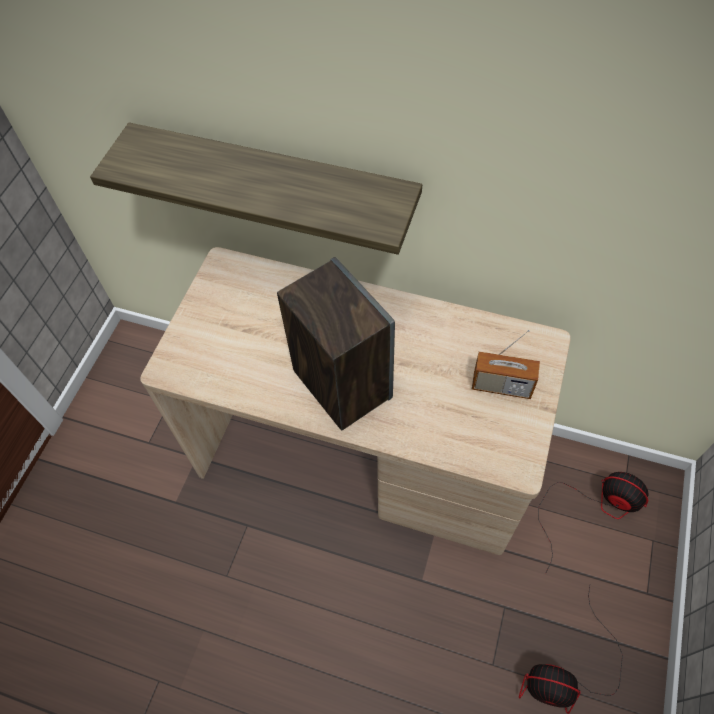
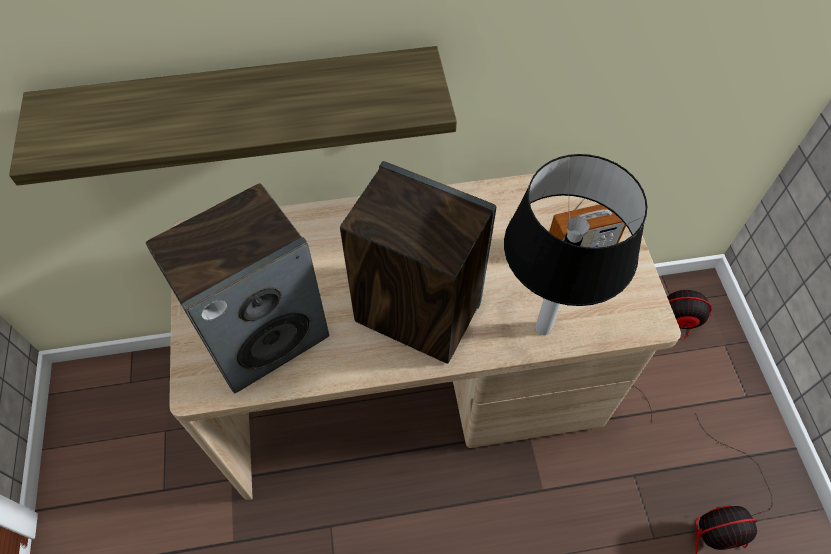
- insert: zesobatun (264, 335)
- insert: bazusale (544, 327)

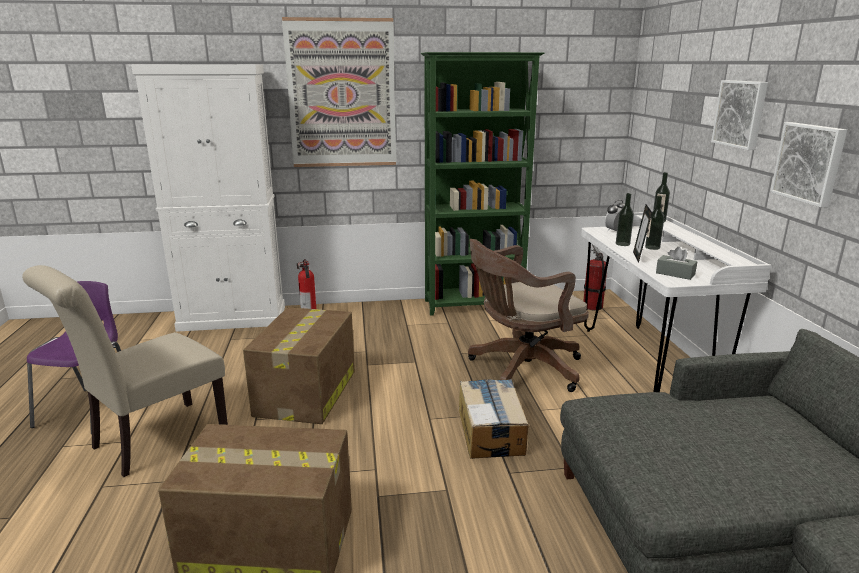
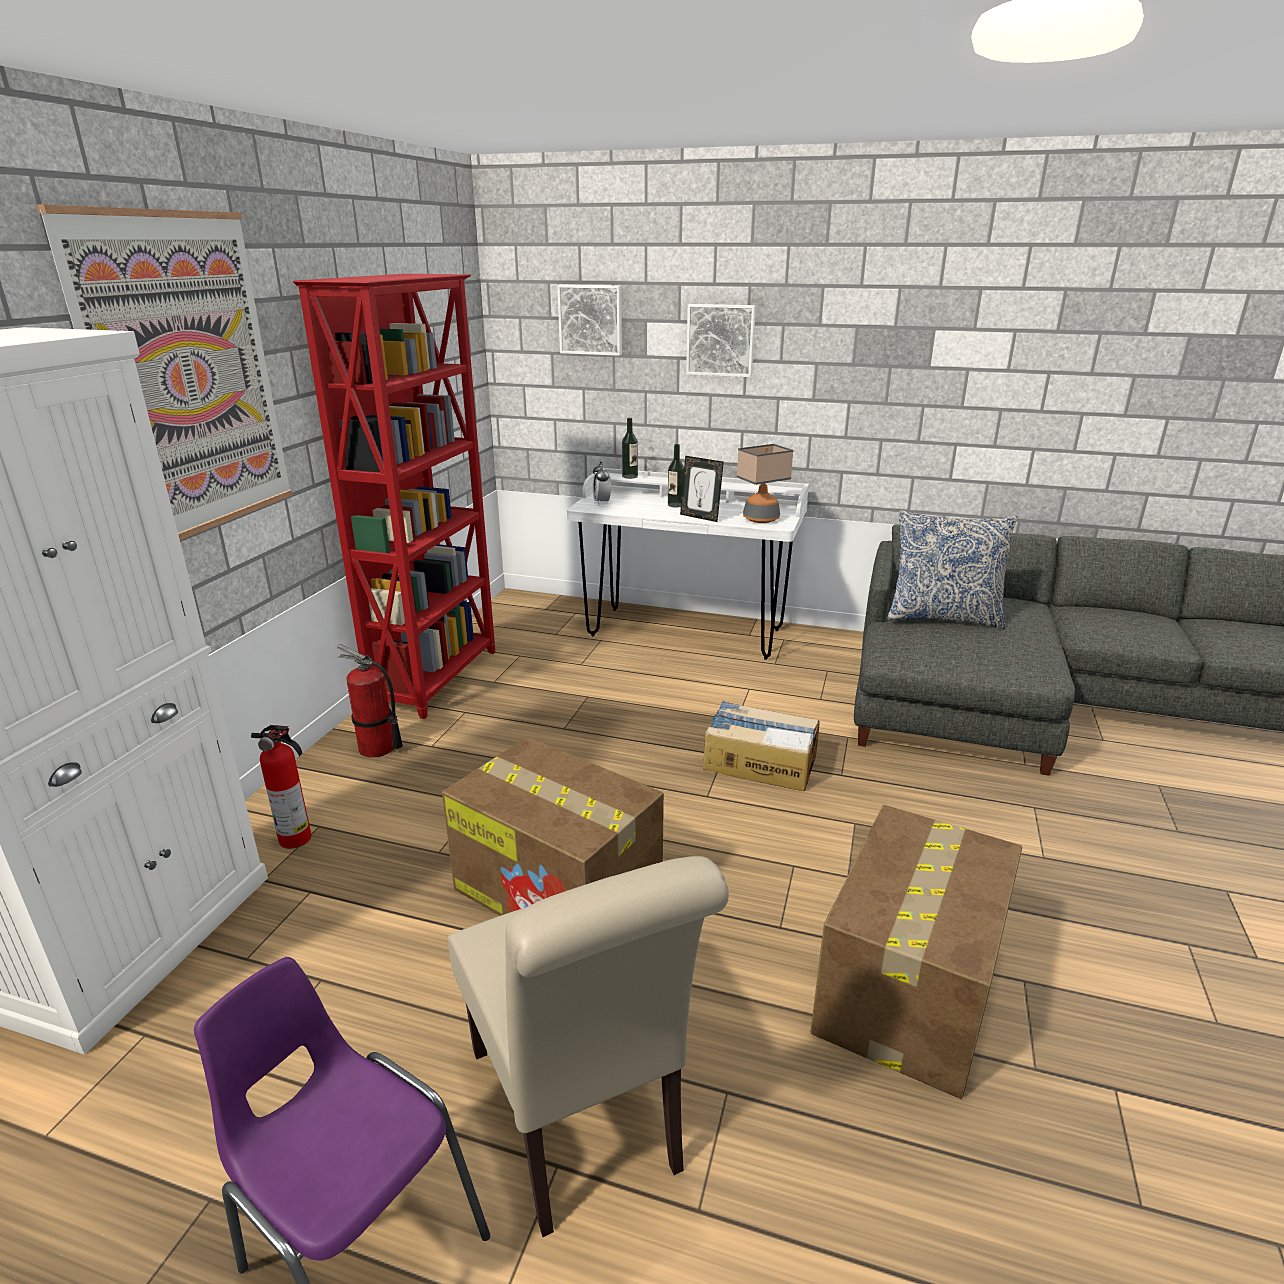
- delete: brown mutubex (521, 369)
- delete: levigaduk (622, 244)
- insert: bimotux (943, 617)
- move: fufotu (592, 307) to (377, 748)
- move: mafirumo (810, 163) to (591, 319)
- replace: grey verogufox (675, 274) to bazusale (761, 519)
- recolor: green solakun (474, 306) to red solakun (437, 678)

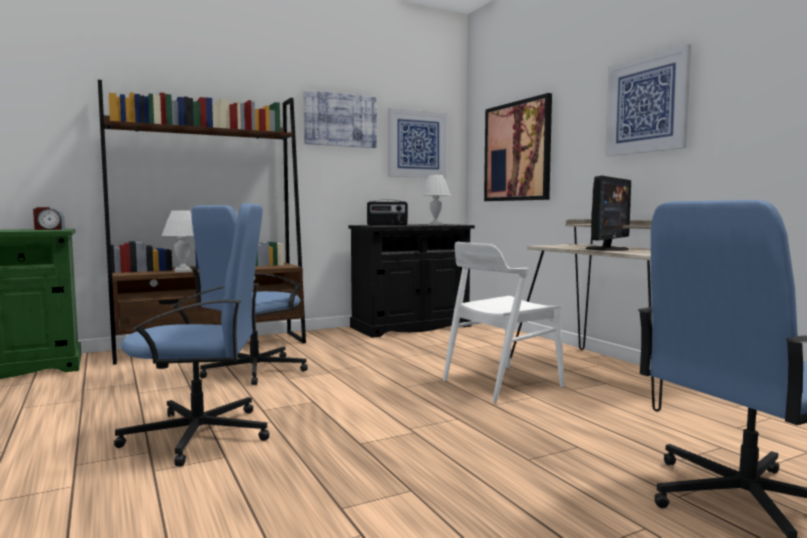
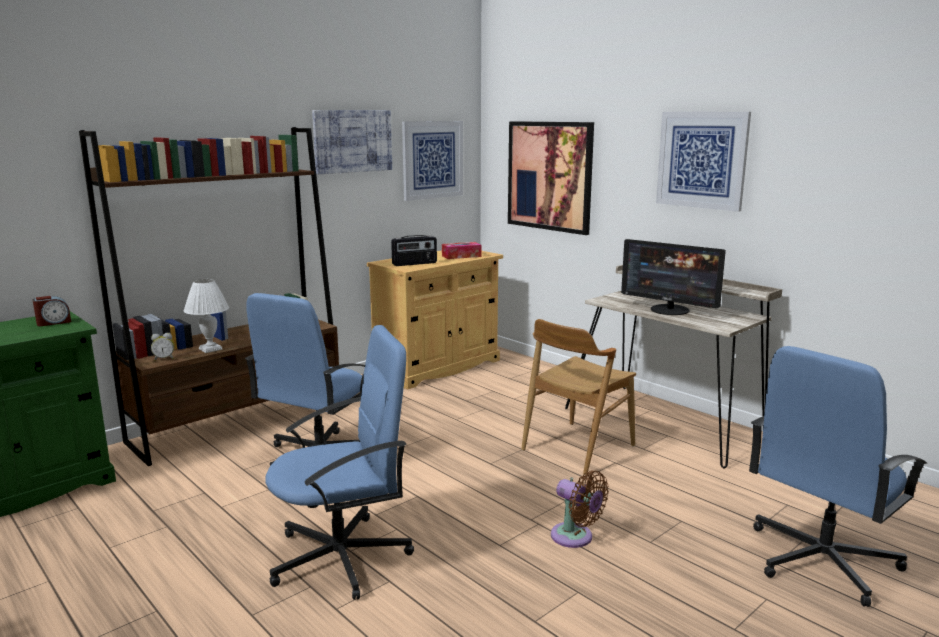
- insert: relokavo (164, 359)
- insert: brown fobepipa (575, 538)
- replace: white bazusale (435, 224) to verogufox (461, 256)
- recolor: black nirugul (411, 327) to beige nirugul (437, 367)
- recolor: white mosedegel (501, 383) to brown mosedegel (577, 447)
- rotate: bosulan (608, 249) = (669, 310) 105 degrees clockwise

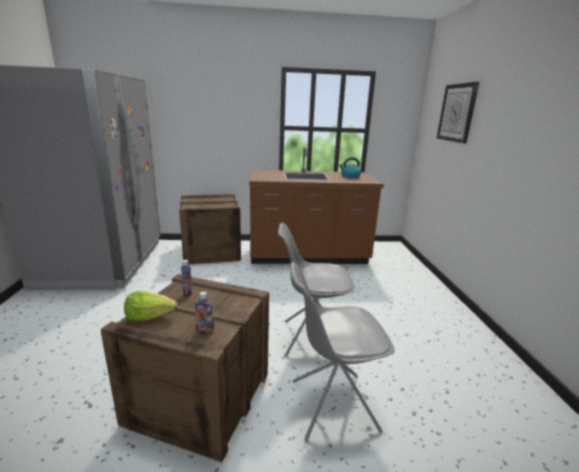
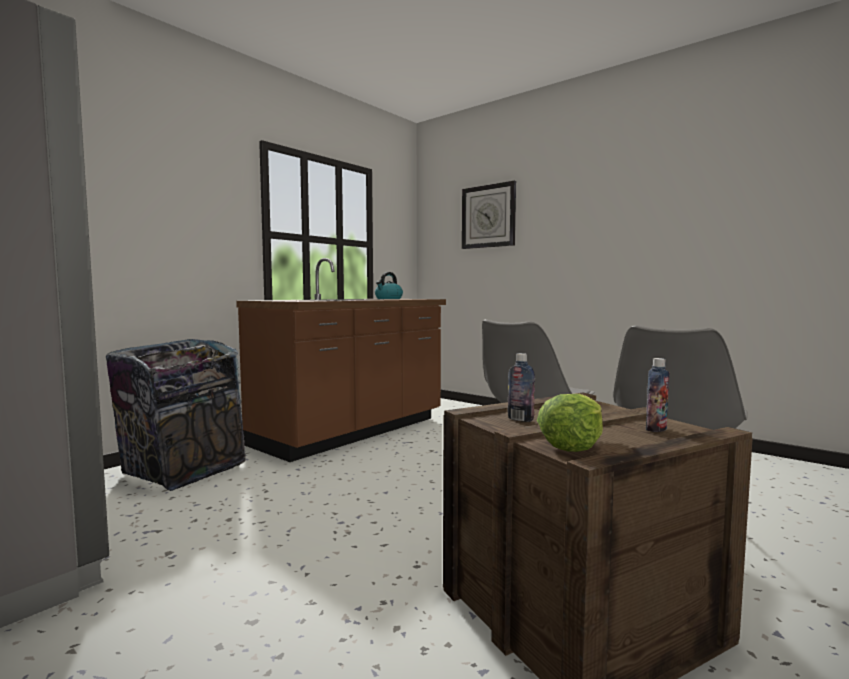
- replace: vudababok (211, 251) to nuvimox (182, 471)

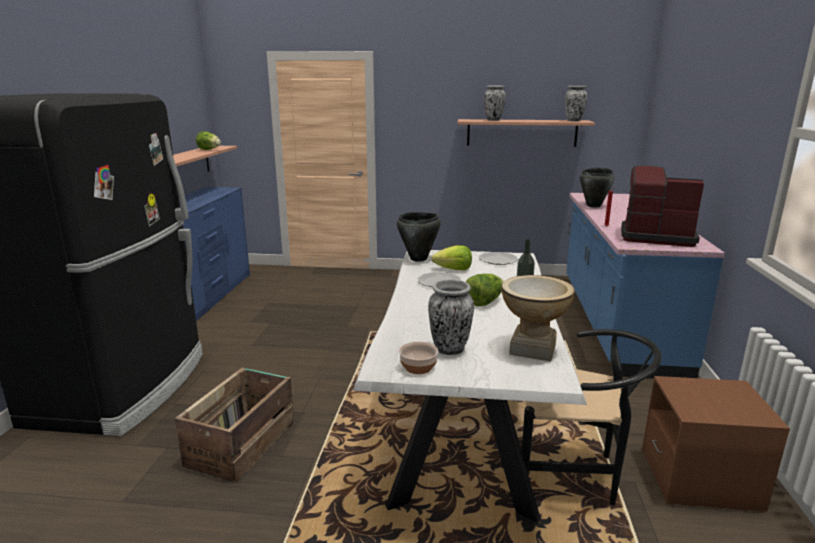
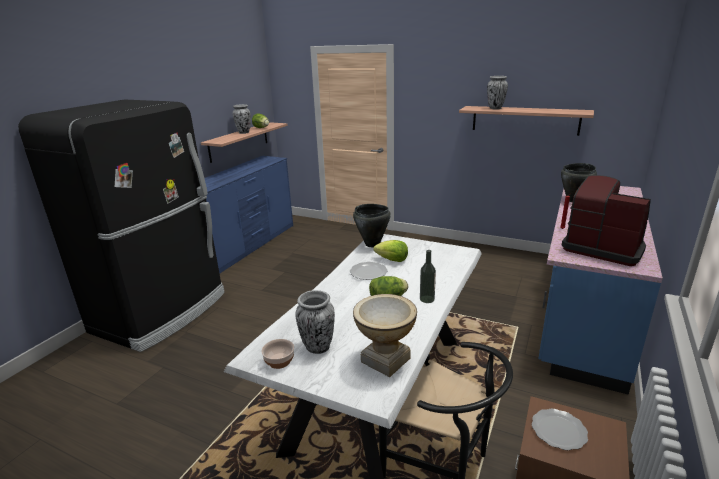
- delete: vudababok (243, 443)
- move: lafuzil (498, 260) to (559, 431)
- move: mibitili (574, 121) to (244, 132)

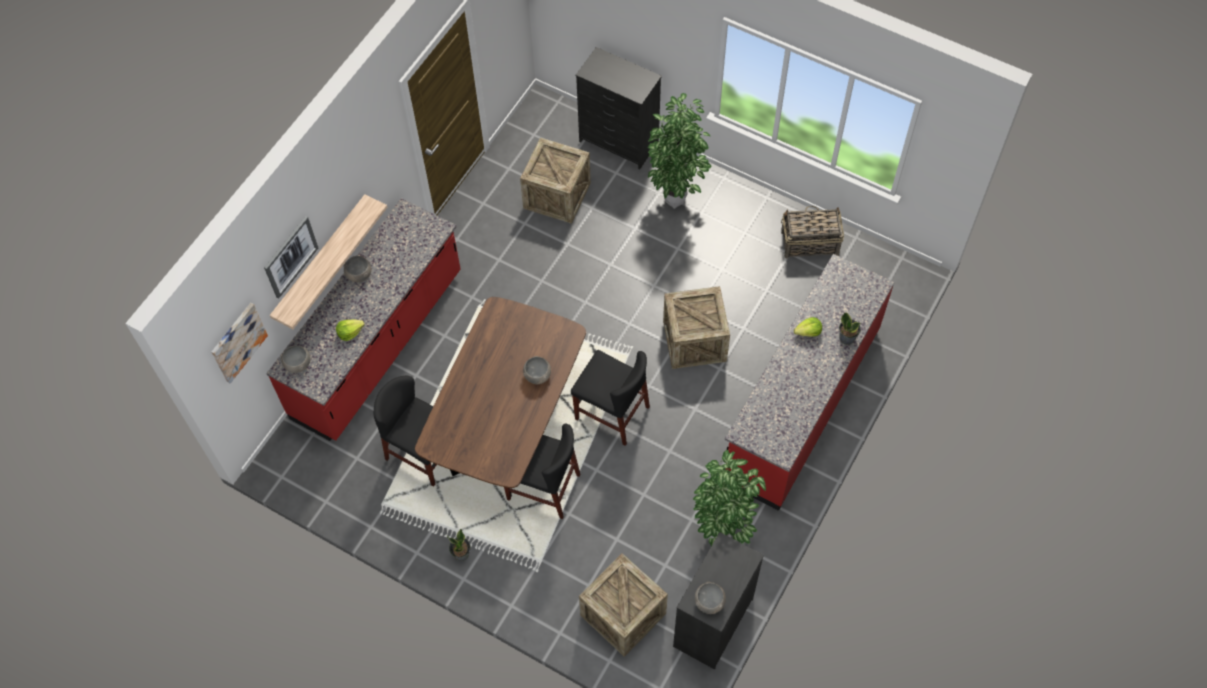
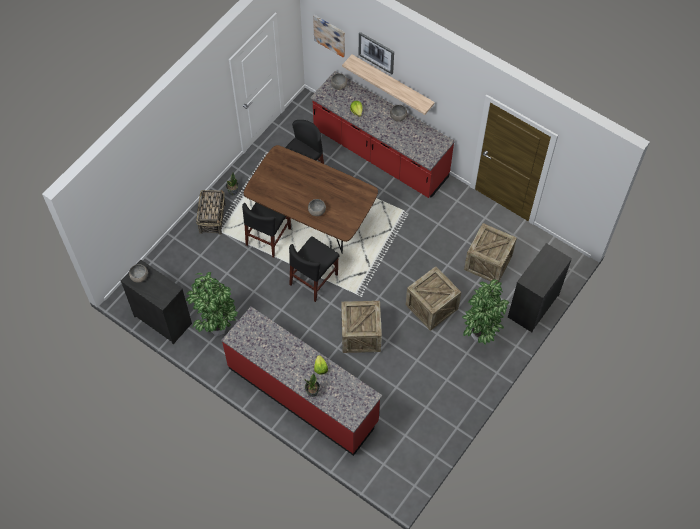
- move: vudababok (623, 614) to (431, 307)
- move: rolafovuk (809, 243) to (212, 218)

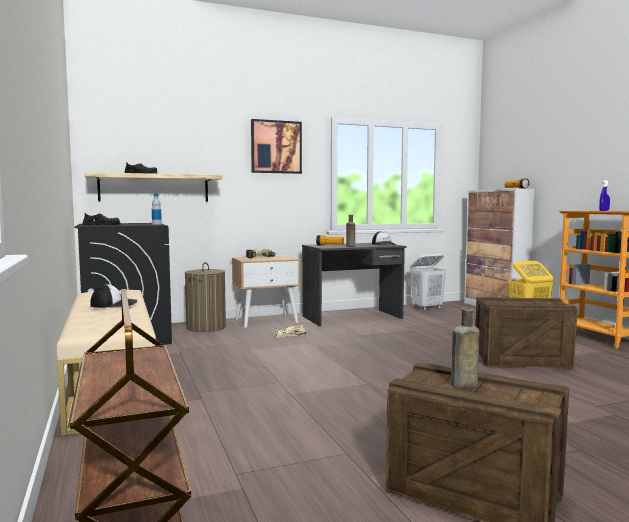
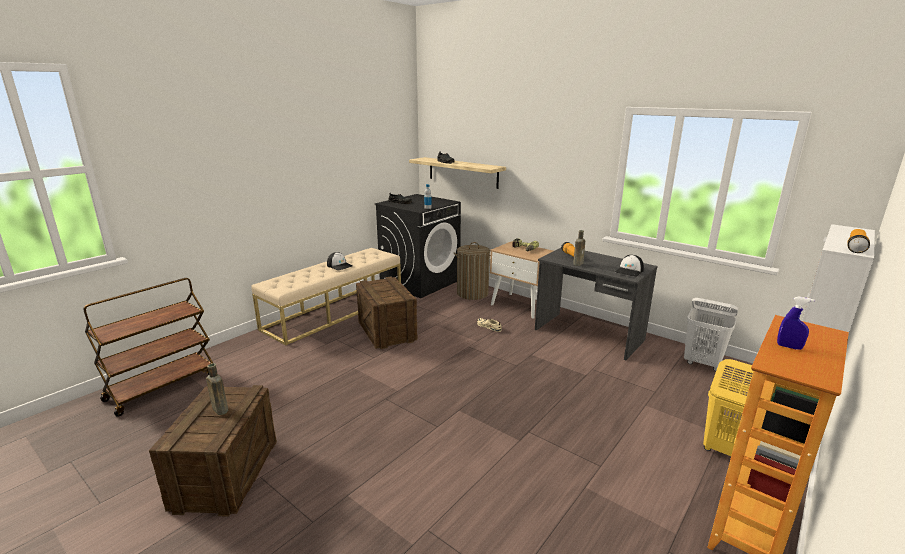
- delete: mafirumo (276, 147)
- move: vudababok (521, 360) to (386, 331)

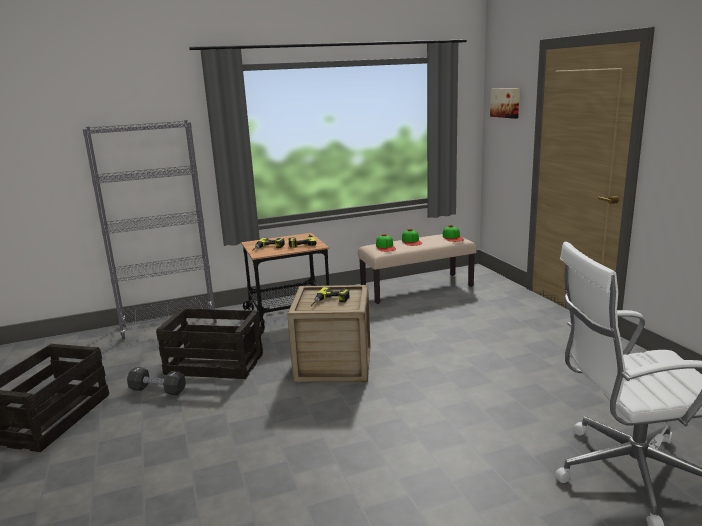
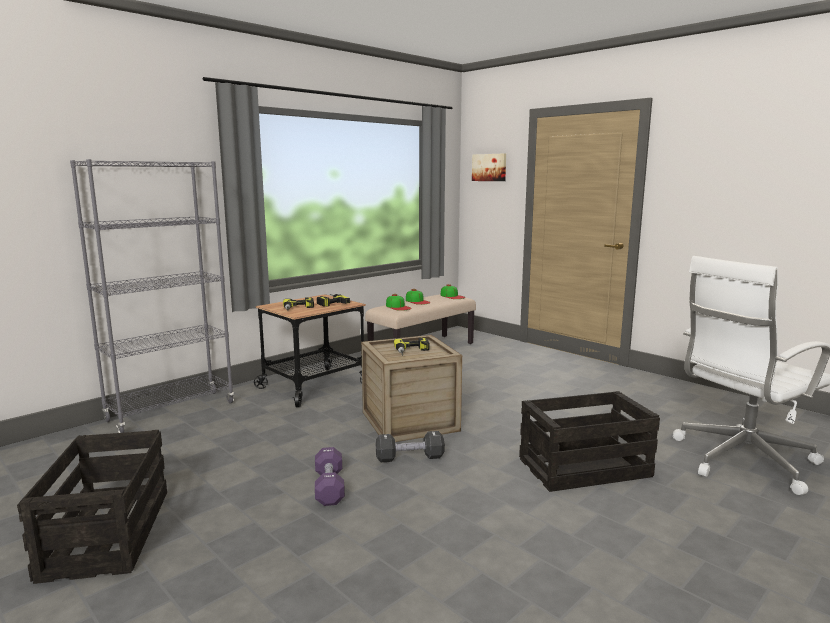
- insert: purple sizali (329, 487)
- move: black sizali (157, 390) to (409, 458)
- move: vudababok (215, 364) to (585, 467)

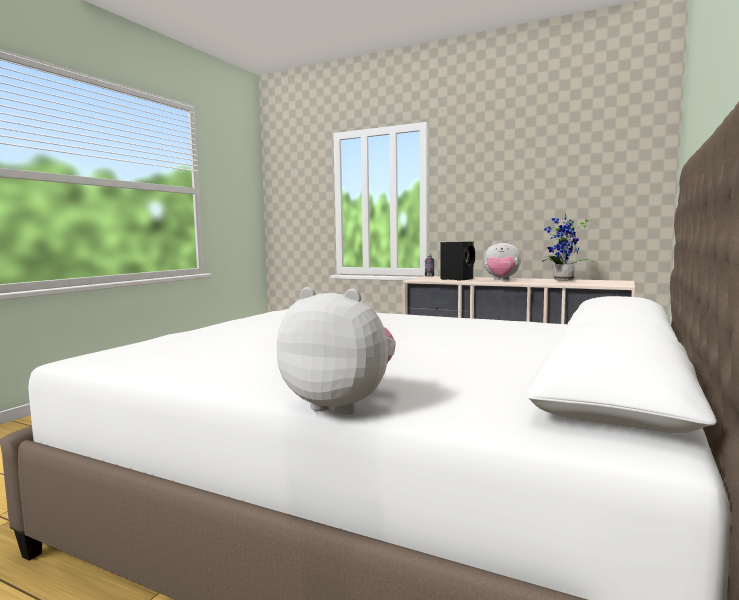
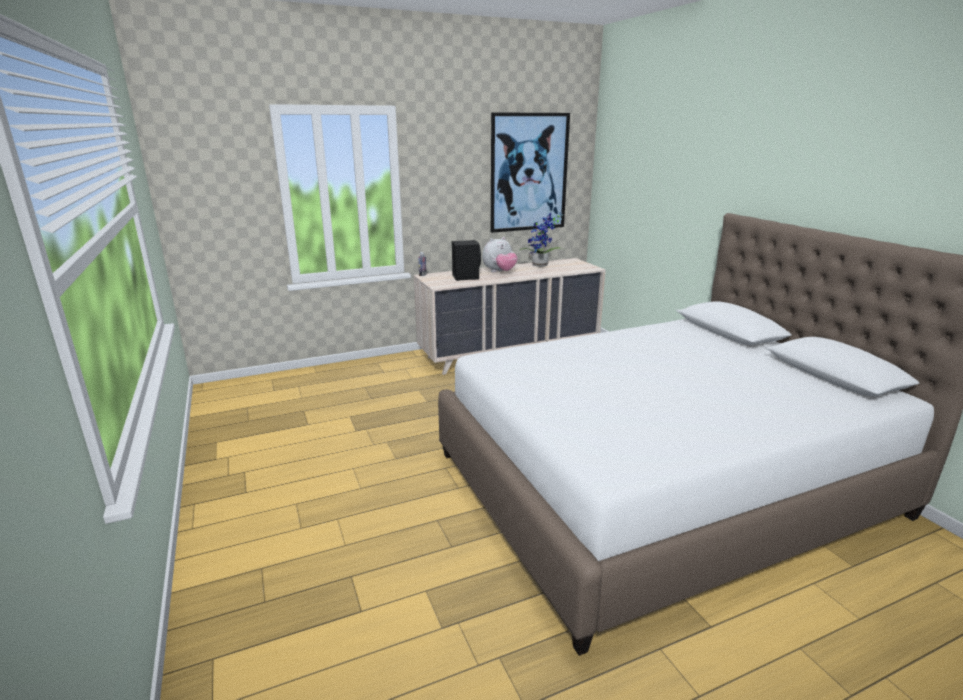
- delete: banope (341, 404)
- insert: mafirumo (529, 173)

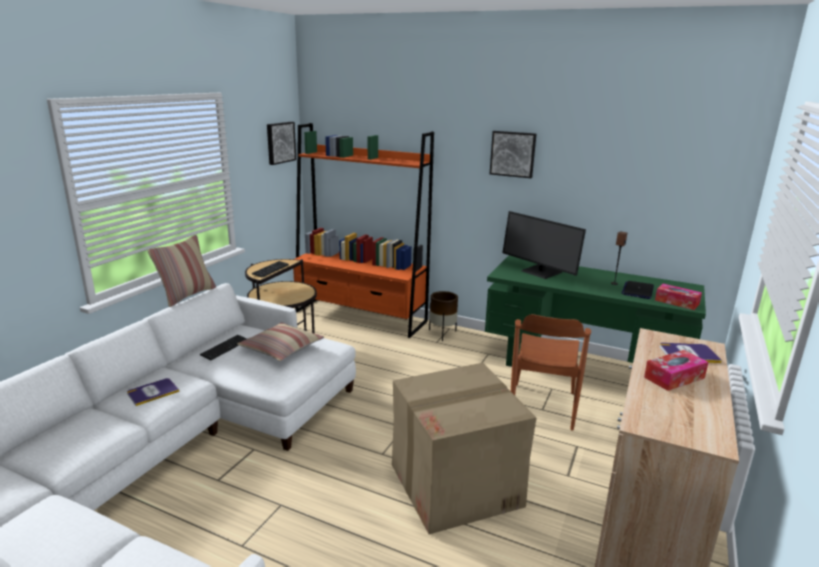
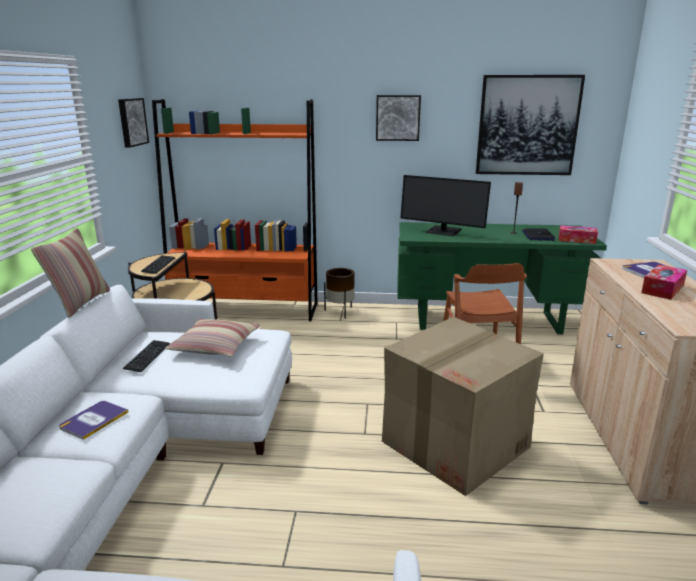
- insert: mafirumo (527, 125)

